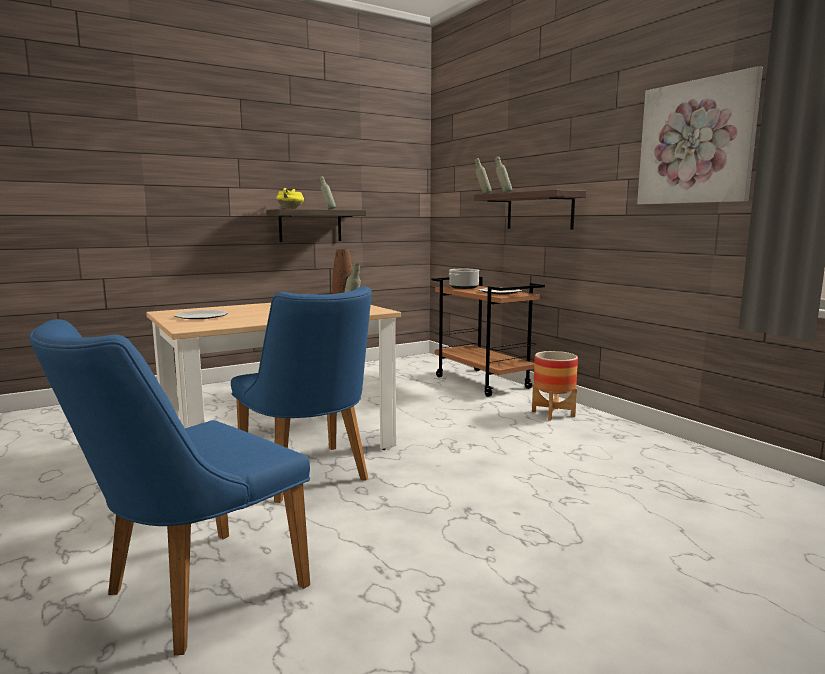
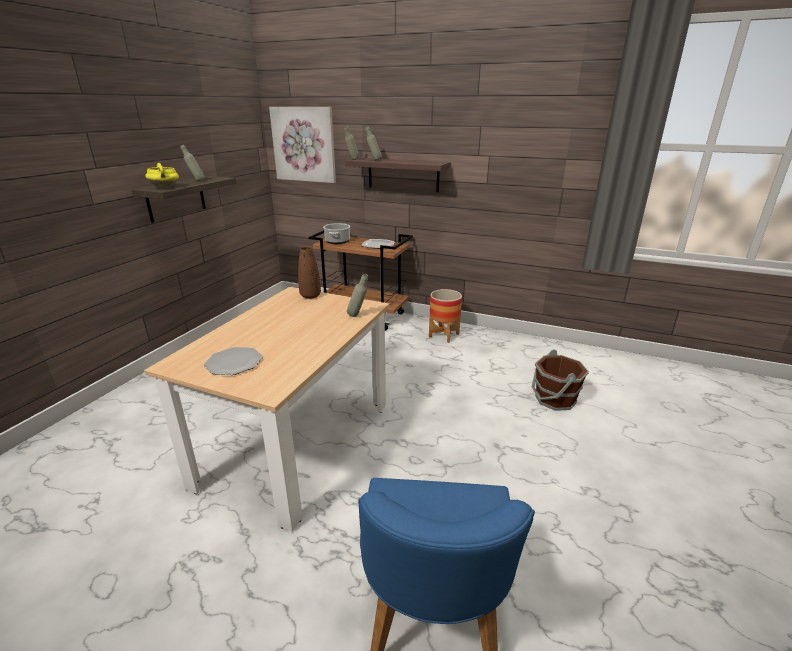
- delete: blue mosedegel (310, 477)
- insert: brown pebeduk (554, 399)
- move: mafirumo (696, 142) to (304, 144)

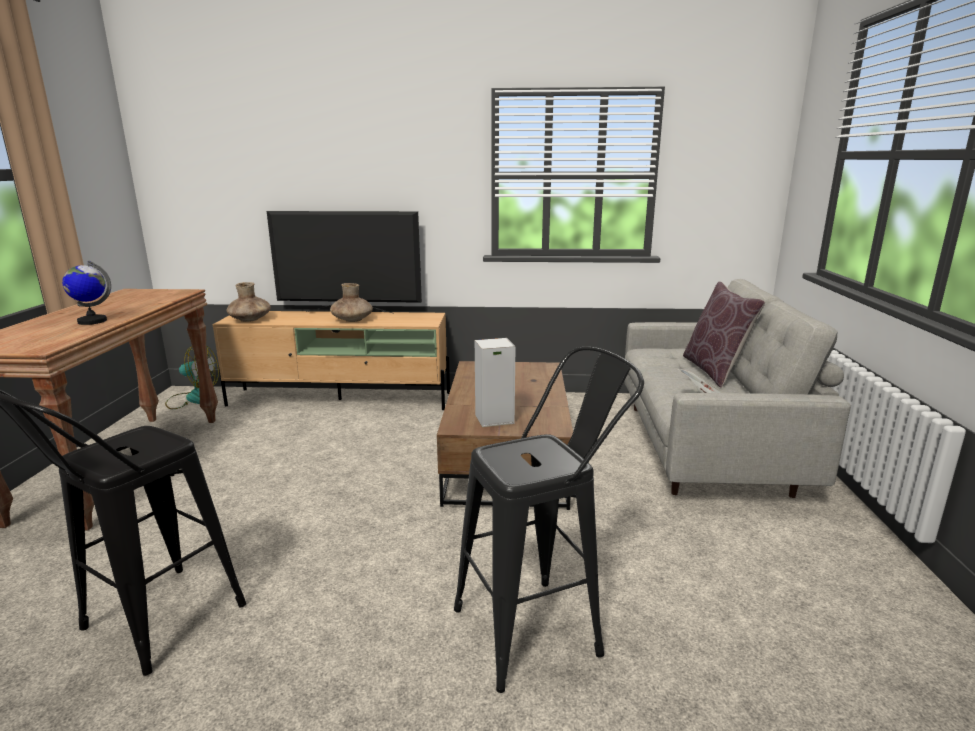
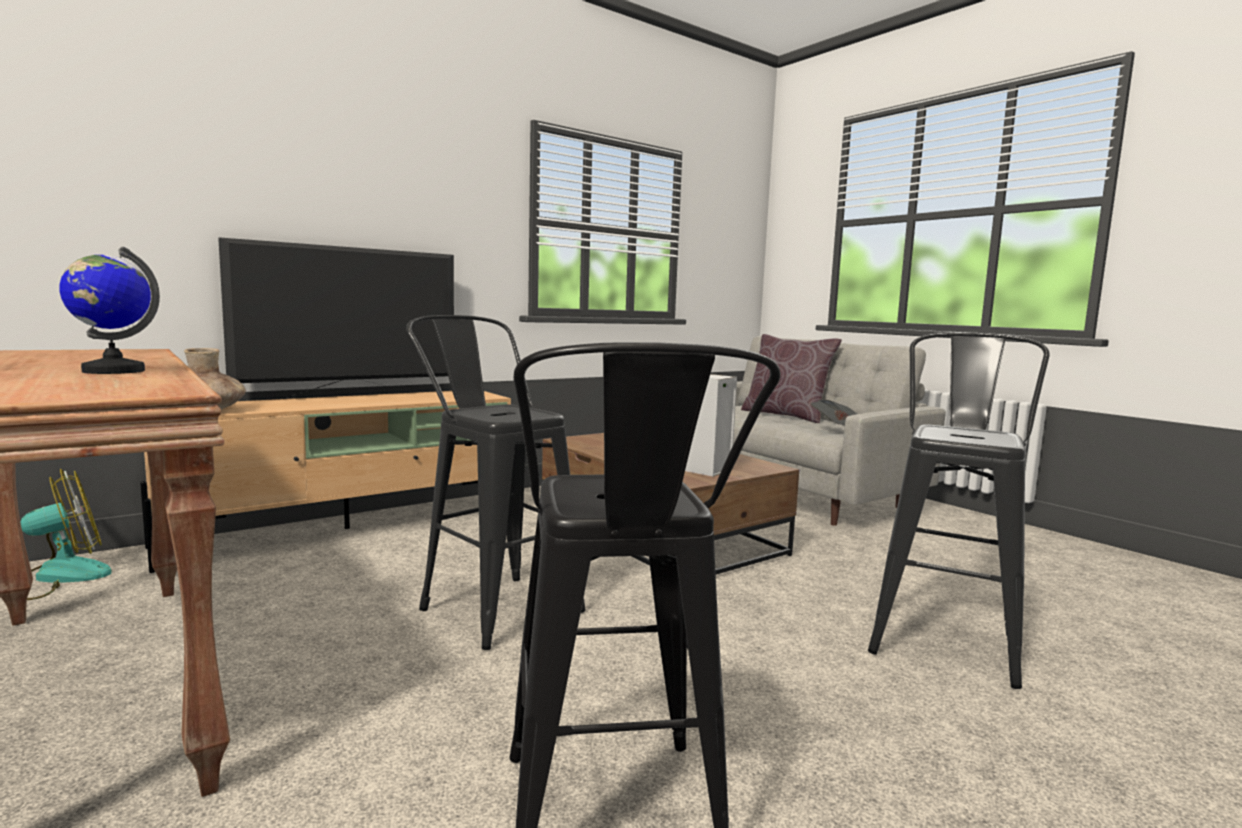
- delete: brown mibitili (352, 320)
- insert: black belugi (493, 605)

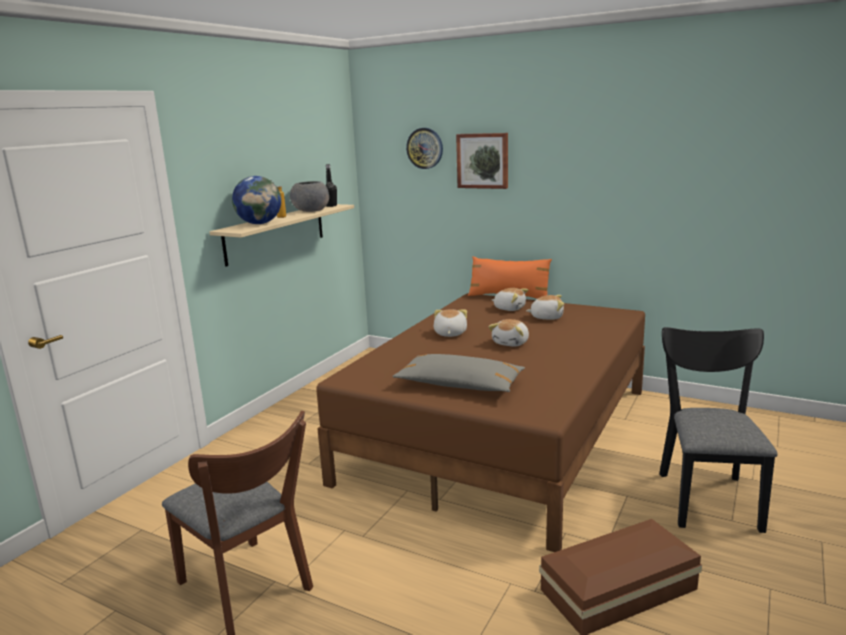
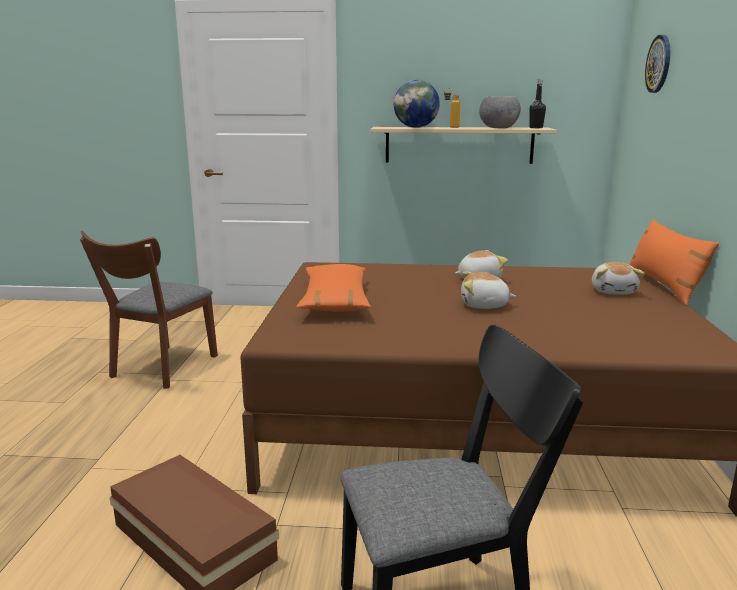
- delete: mafirumo (483, 160)
- delete: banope (546, 317)
- recolor: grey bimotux (459, 385) to orange bimotux (335, 300)

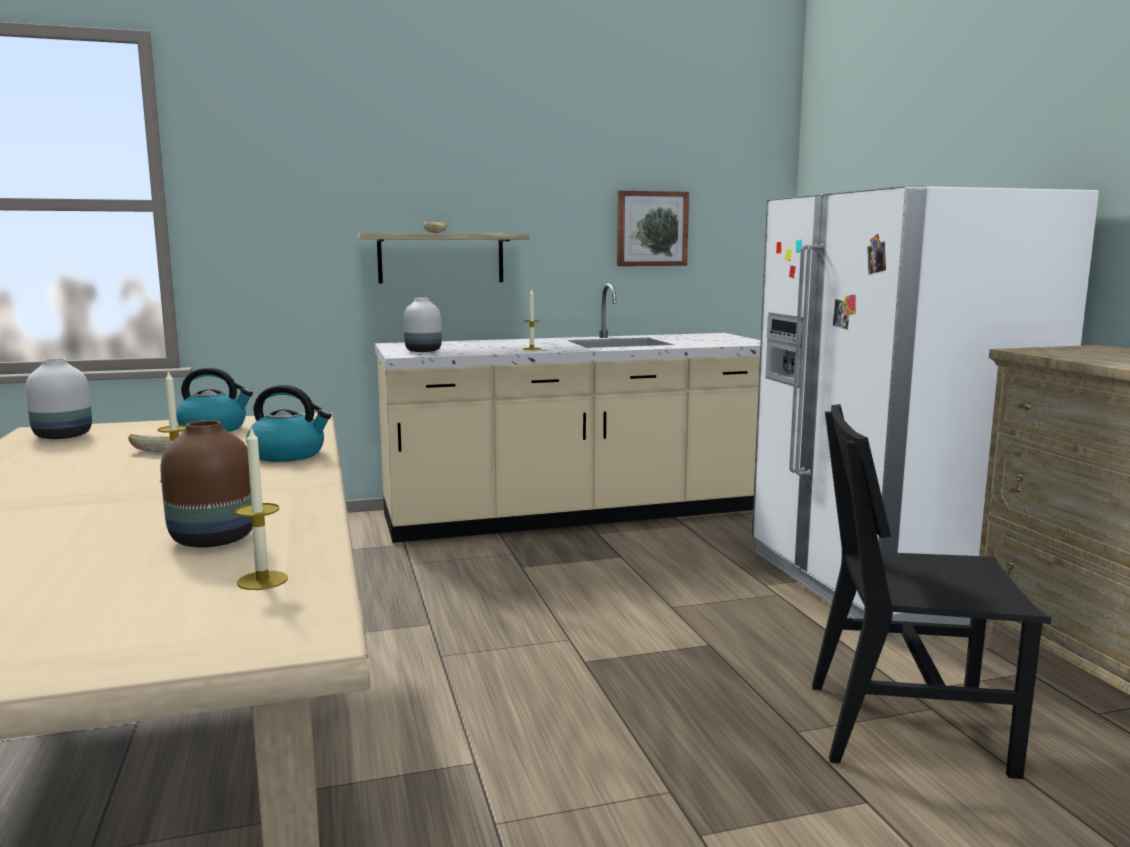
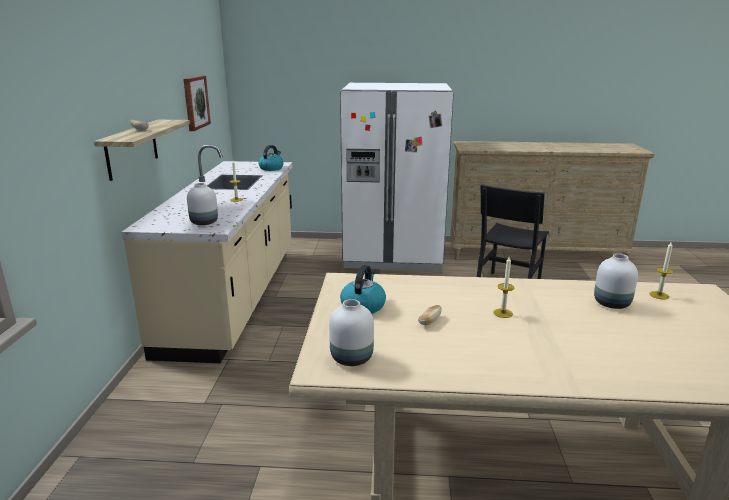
- move: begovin (288, 455) to (271, 168)
- recolor: brown mibitili (211, 540) to white mibitili (612, 304)

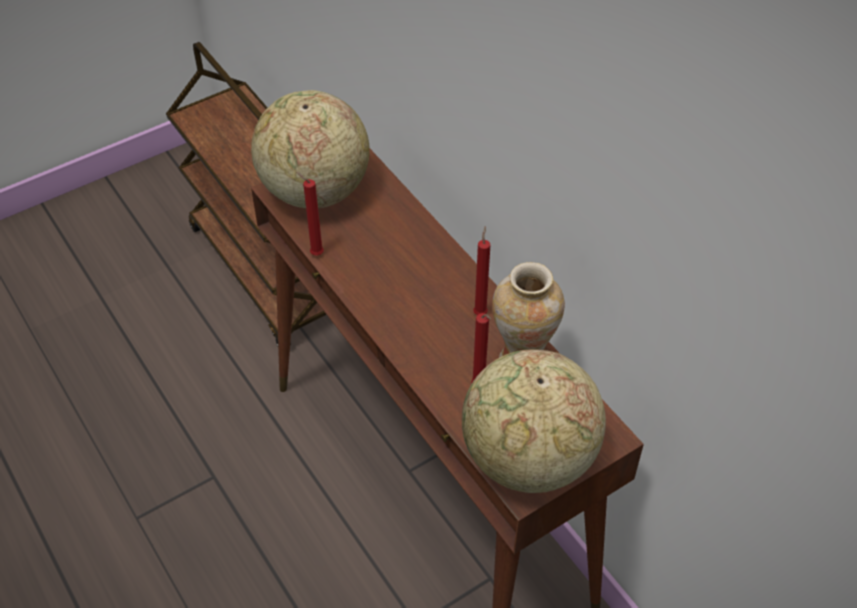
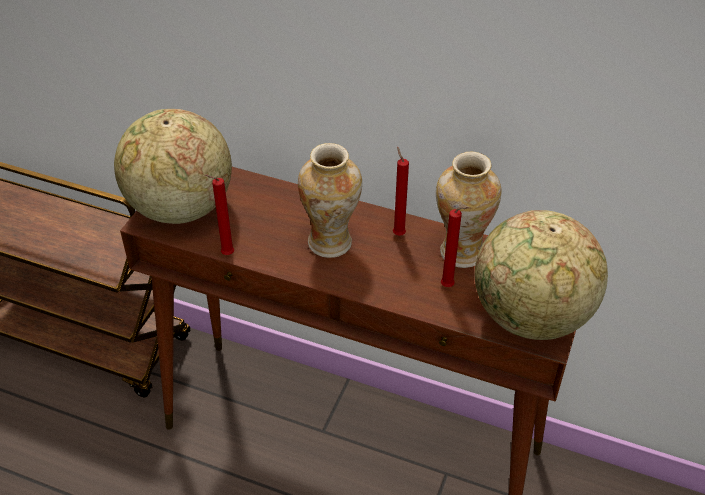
- insert: mibitili (331, 243)

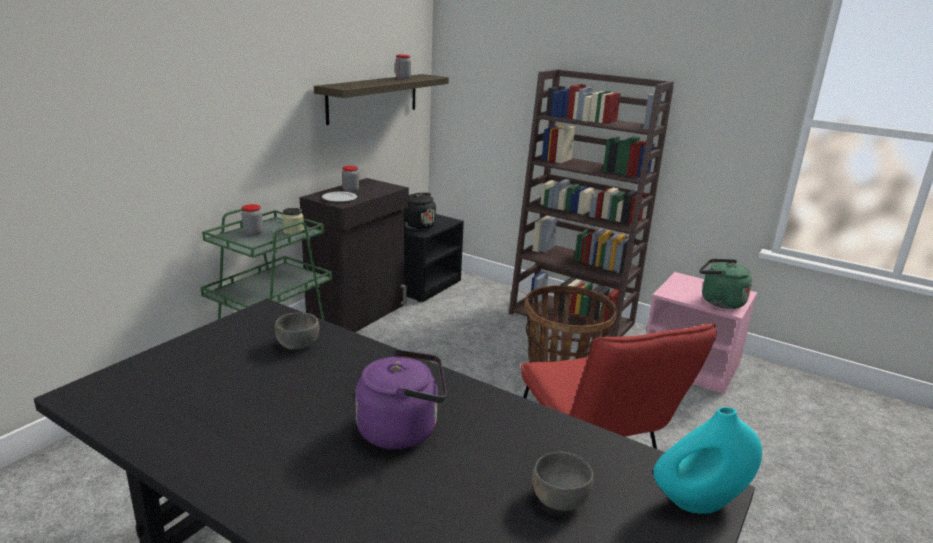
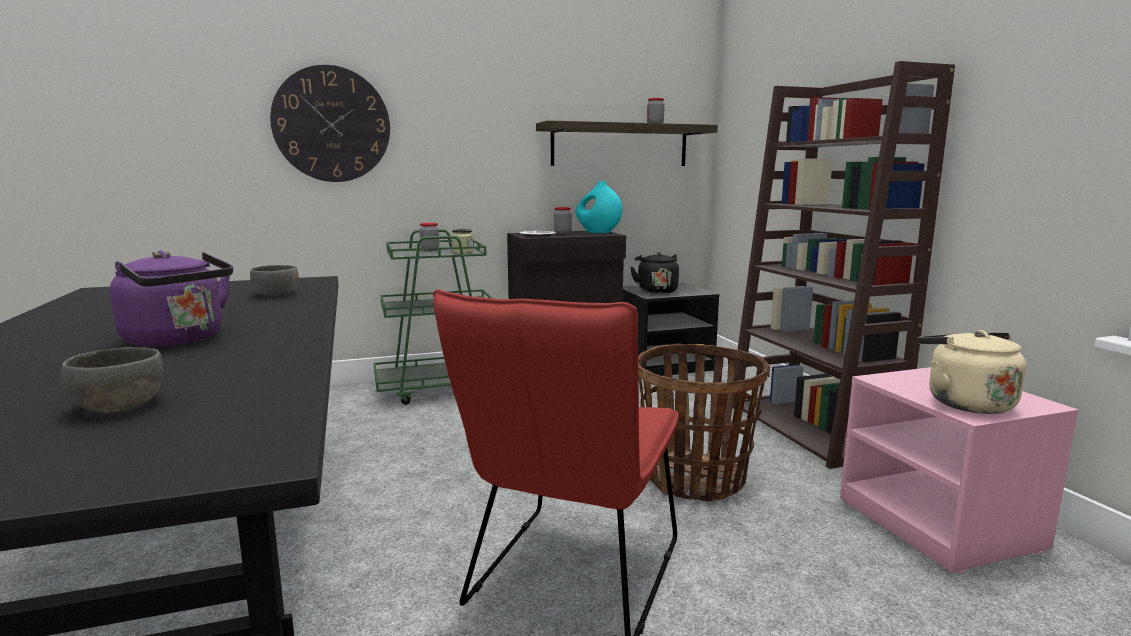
- insert: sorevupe (332, 124)
- move: turquoise mibitili (698, 503) to (598, 232)
- recolor: green begovin (719, 301) to beige begovin (964, 402)

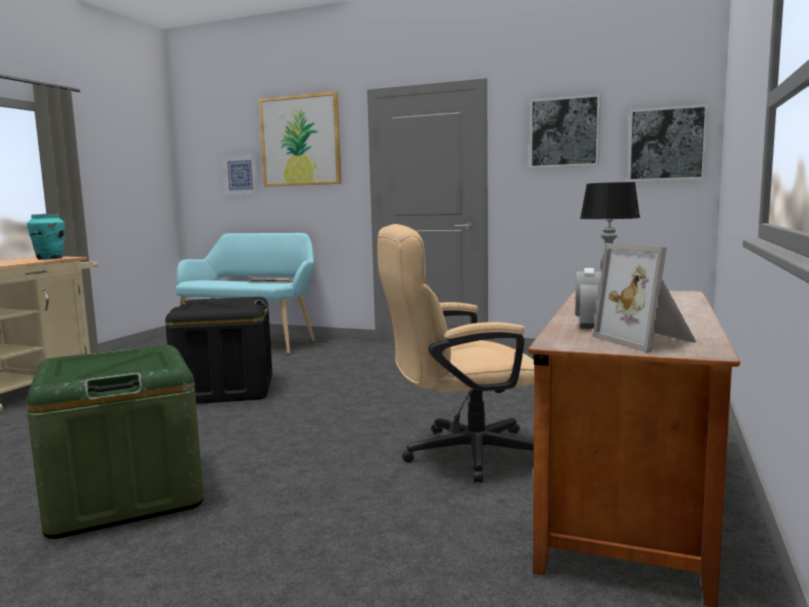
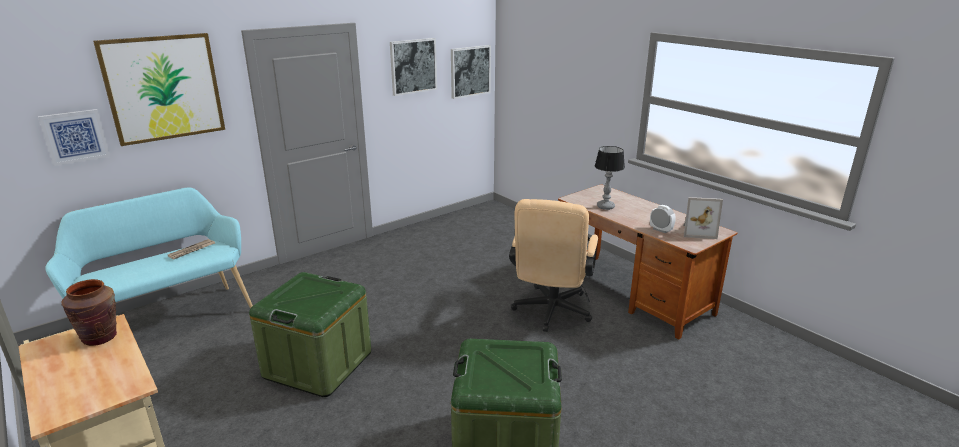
- recolor: turquoise mibitili (50, 258) to brown mibitili (100, 337)
- recolor: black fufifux (225, 389) to green fufifux (318, 364)

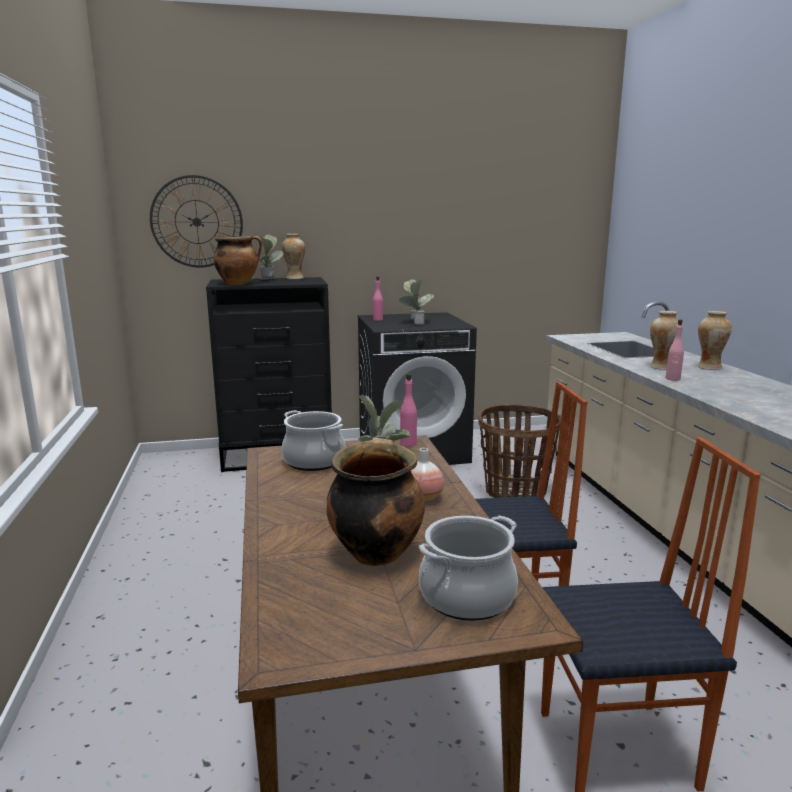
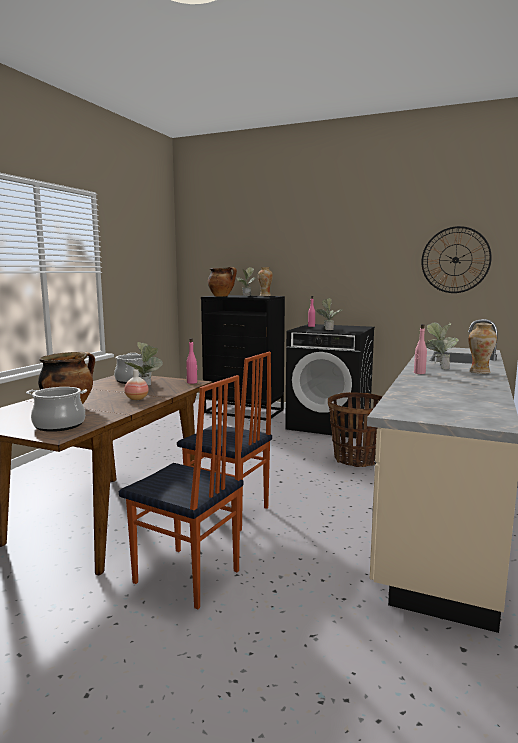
- move: sorevupe (197, 222) to (455, 260)
- replace: mibitili (661, 367) to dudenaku (438, 367)

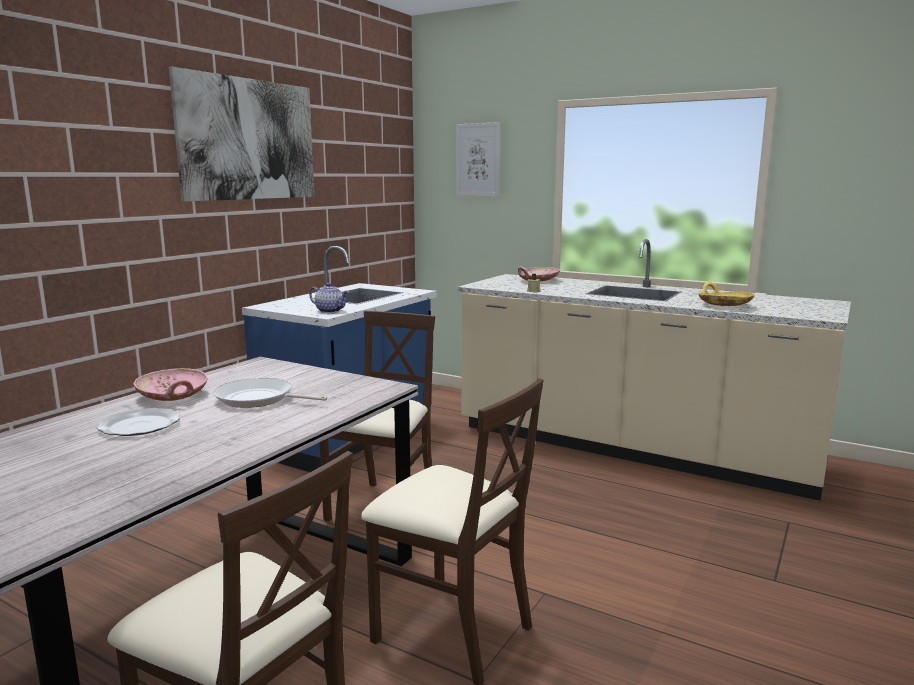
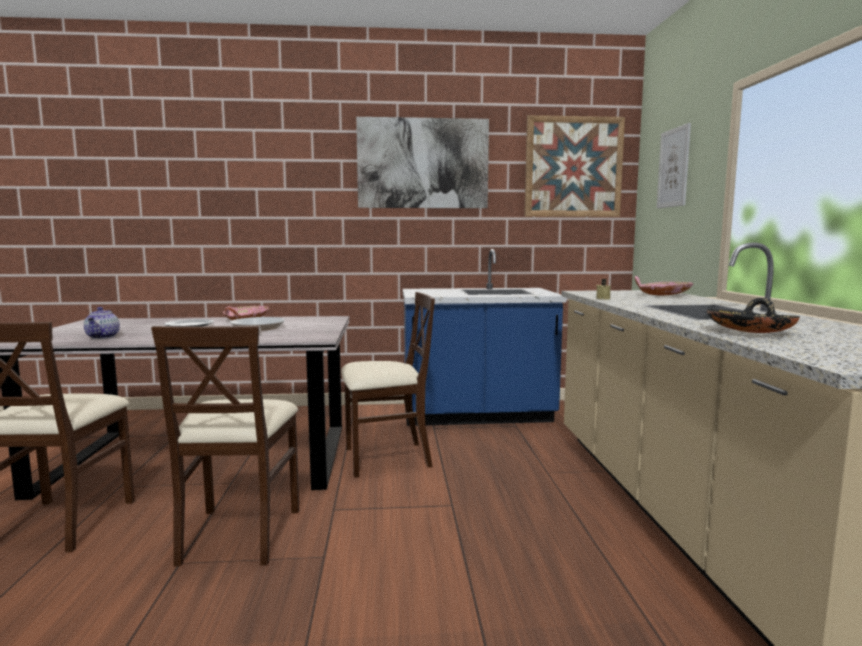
- insert: mafirumo (573, 167)
- move: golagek (330, 311) to (103, 337)
- recolor: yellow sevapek (724, 305) to black sevapek (750, 332)

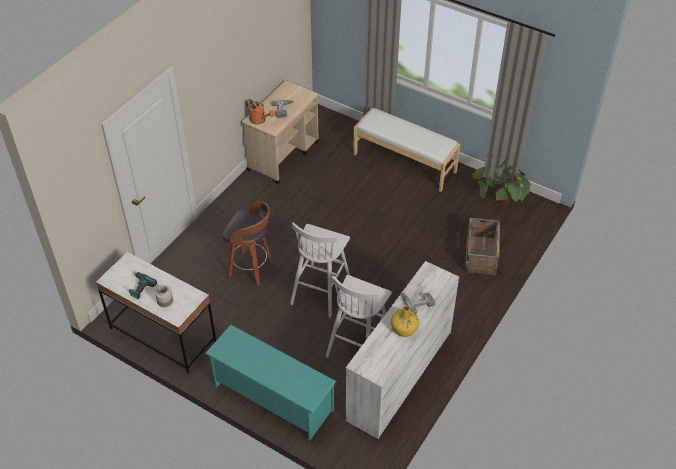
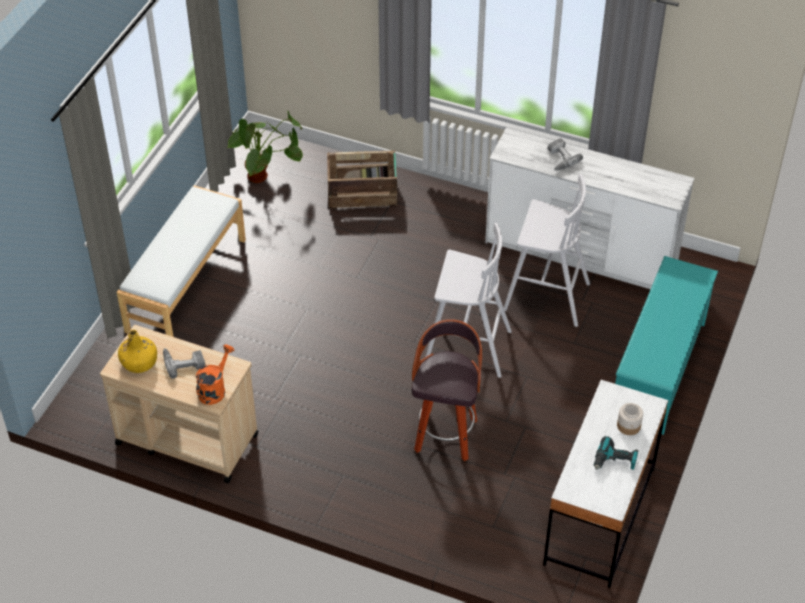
- move: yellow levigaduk (404, 328) to (139, 362)

